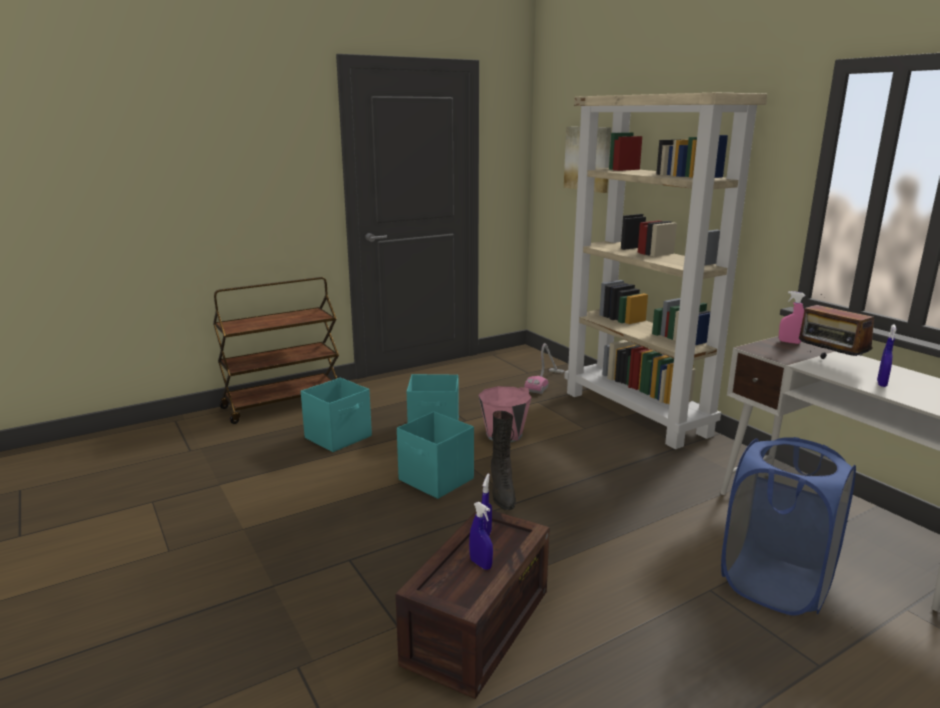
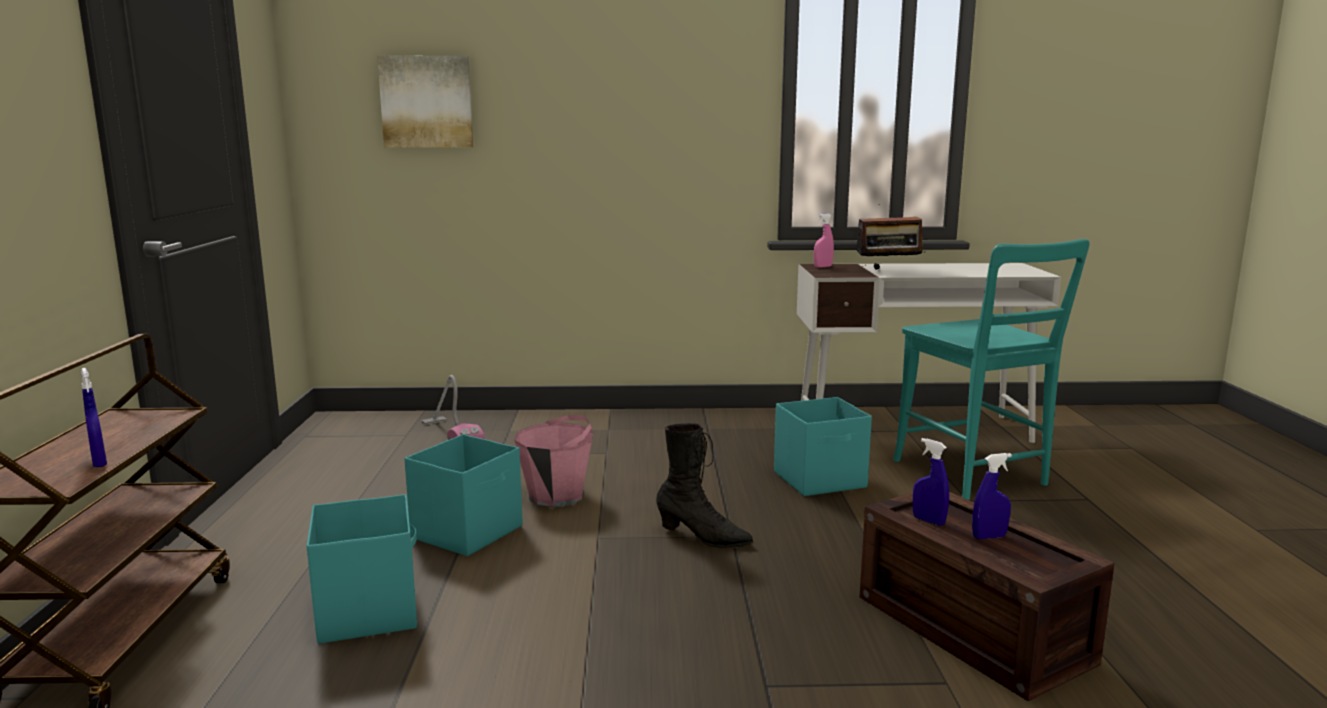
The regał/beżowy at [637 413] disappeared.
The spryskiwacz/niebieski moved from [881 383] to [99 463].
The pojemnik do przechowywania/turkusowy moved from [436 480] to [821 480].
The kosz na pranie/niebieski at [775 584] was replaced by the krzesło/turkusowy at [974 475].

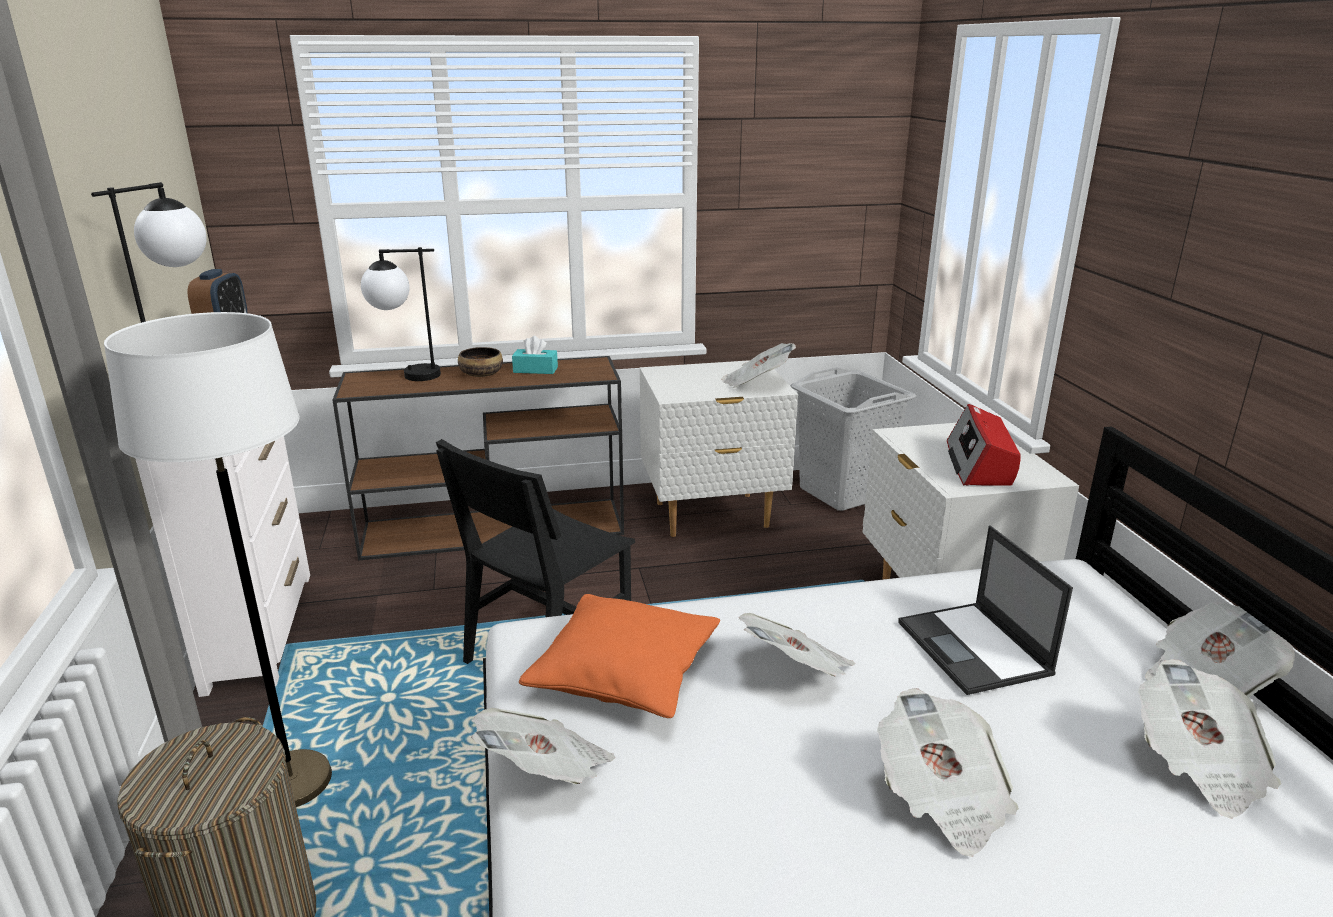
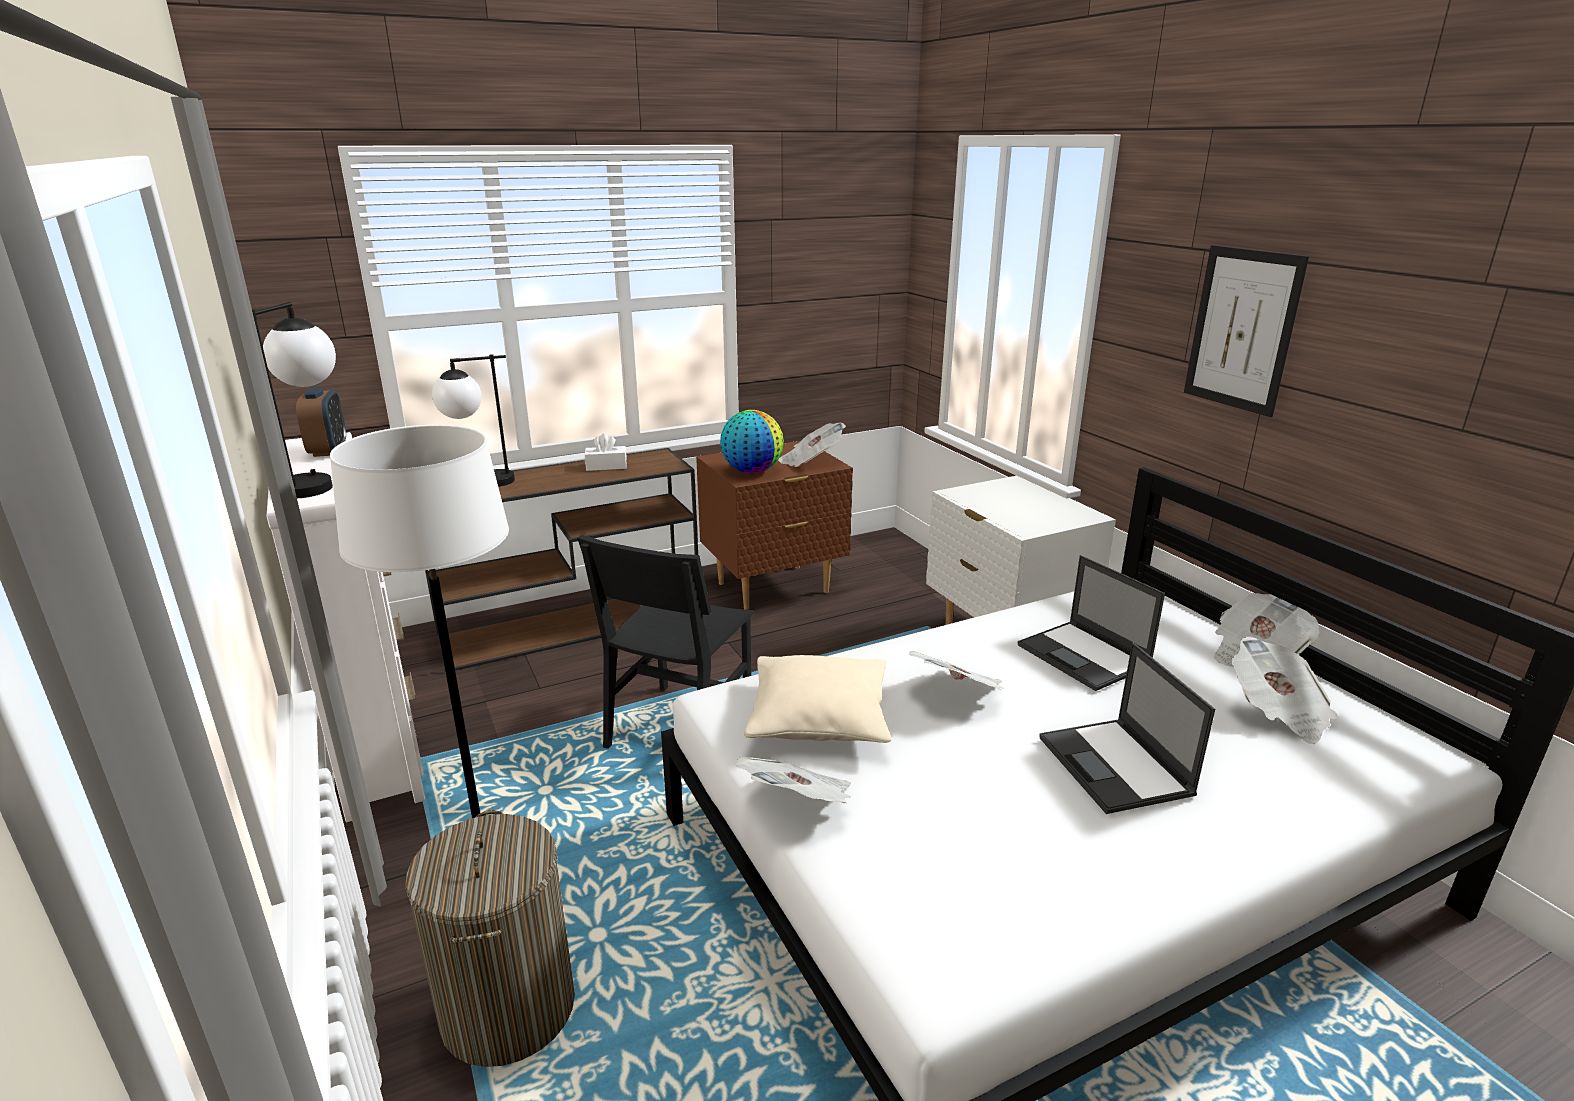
The pudełko chusteczek/turkusowy at [535 370] became the pudełko chusteczek/biały at [606 466].
The miska at [481 374] disappeared.
The szafka nocna/biały at [712 515] became the szafka nocna/brązowy at [774 588].
The kosz na pranie/szary at [843 493] disappeared.
The radio at [979 464] disappeared.
The poduszka/pomarańczowy at [624 674] became the poduszka/beżowy at [819 718].
The gazeta at [942 798] was replaced by the laptop at [1116 767].
The obraz at [1242 329] appeared.
The globus at [752 471] appeared.

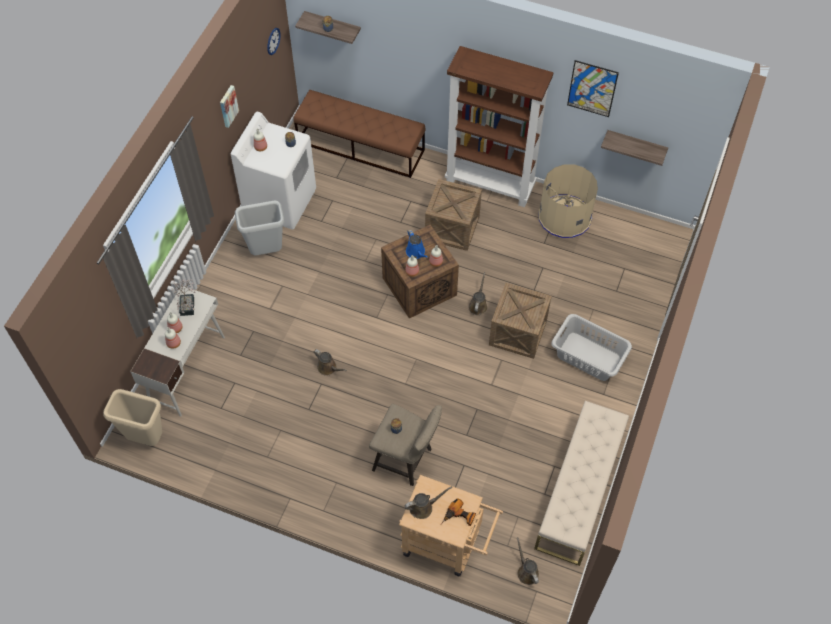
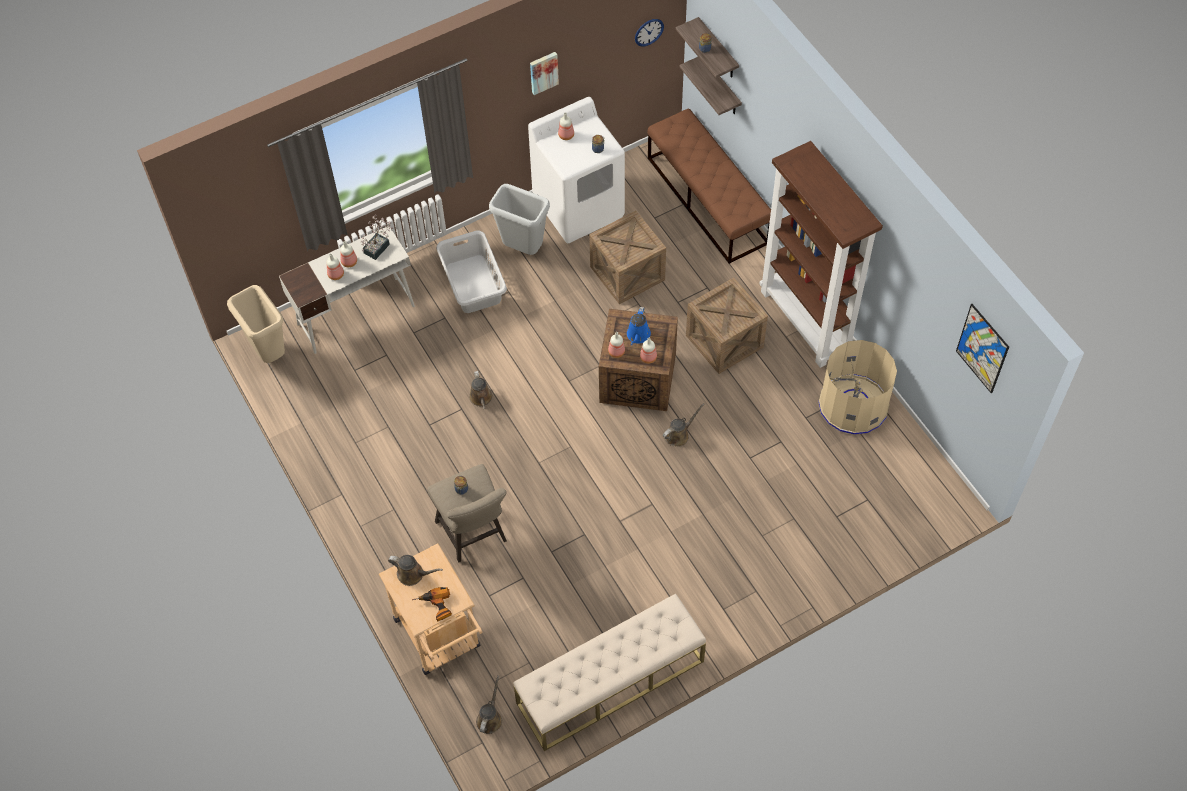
The obraz moved from [592 88] to [982 348].
The półka moved from [636 145] to [721 87].
The skrzynka moved from [518 332] to [627 273].
The kosz na pranie/szary moved from [588 356] to [473 283].

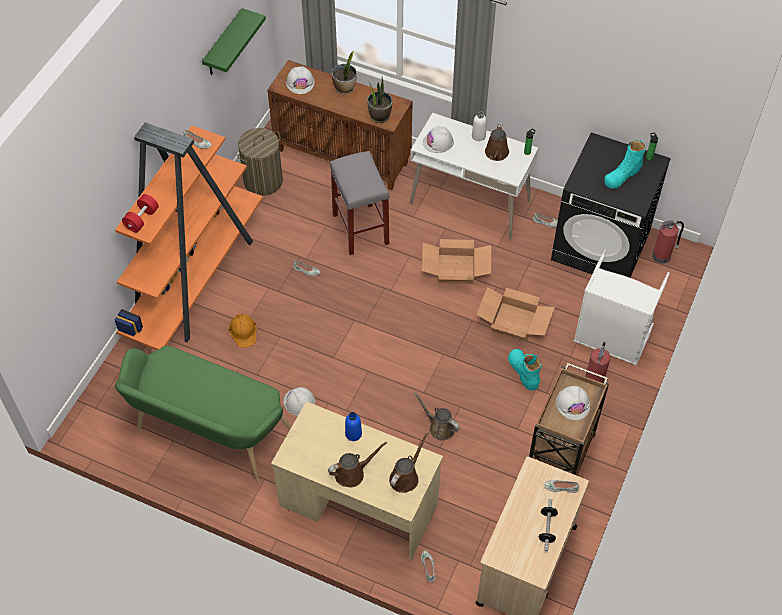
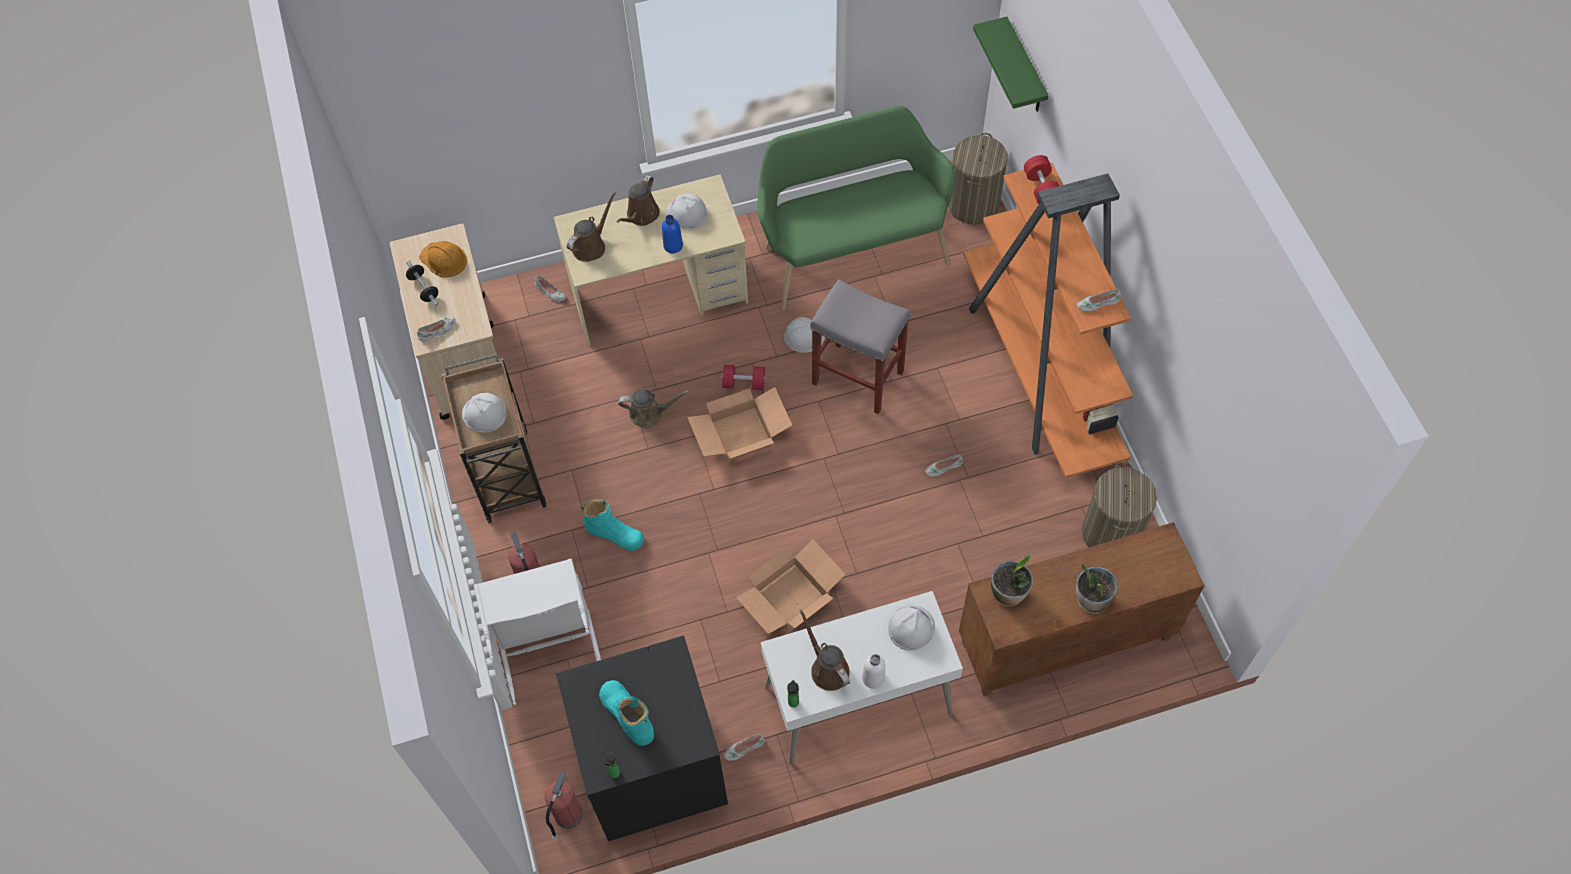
The półka/zielony moved from [223 44] to [1025 68].
The kask/biały moved from [300 82] to [686 213].
The but z cholewką/turkusowy at [623 175] turned 45 degrees counterclockwise.
The stołek/szary moved from [360 228] to [859 377].
The karton moved from [513 322] to [741 433].
The kask/pomarańczowy moved from [243 331] to [443 259].
The konewka/brązowy at [405 477] turned 135 degrees counterclockwise.
The kosz na pranie at [973 205] appeared.
The hantel/czerwony at [744 383] appeared.

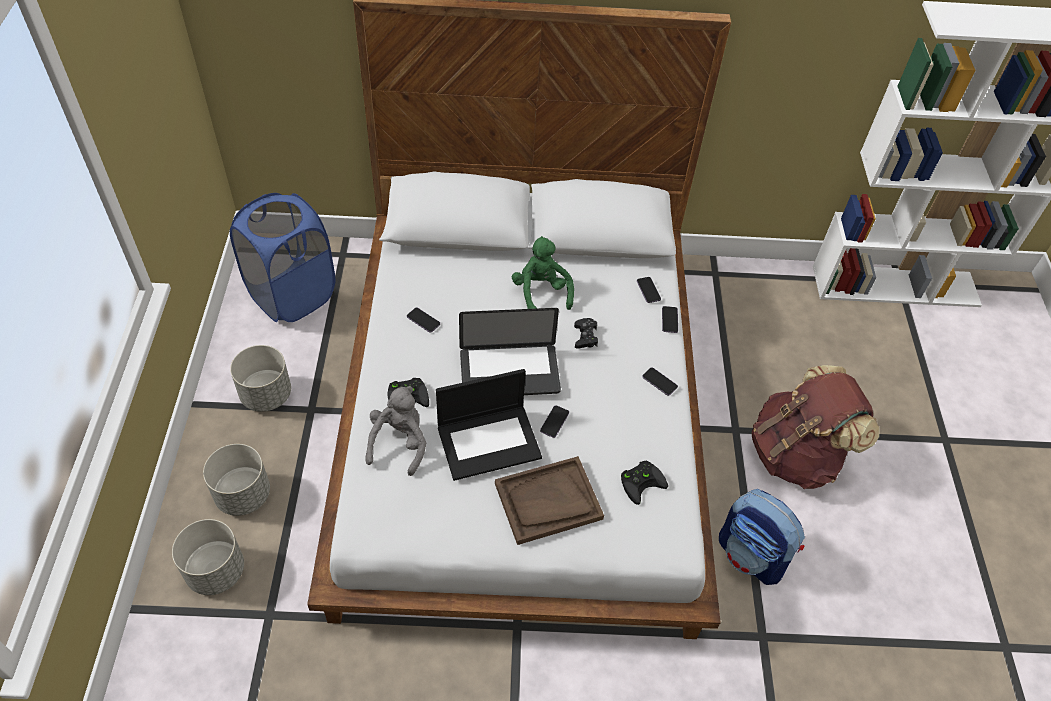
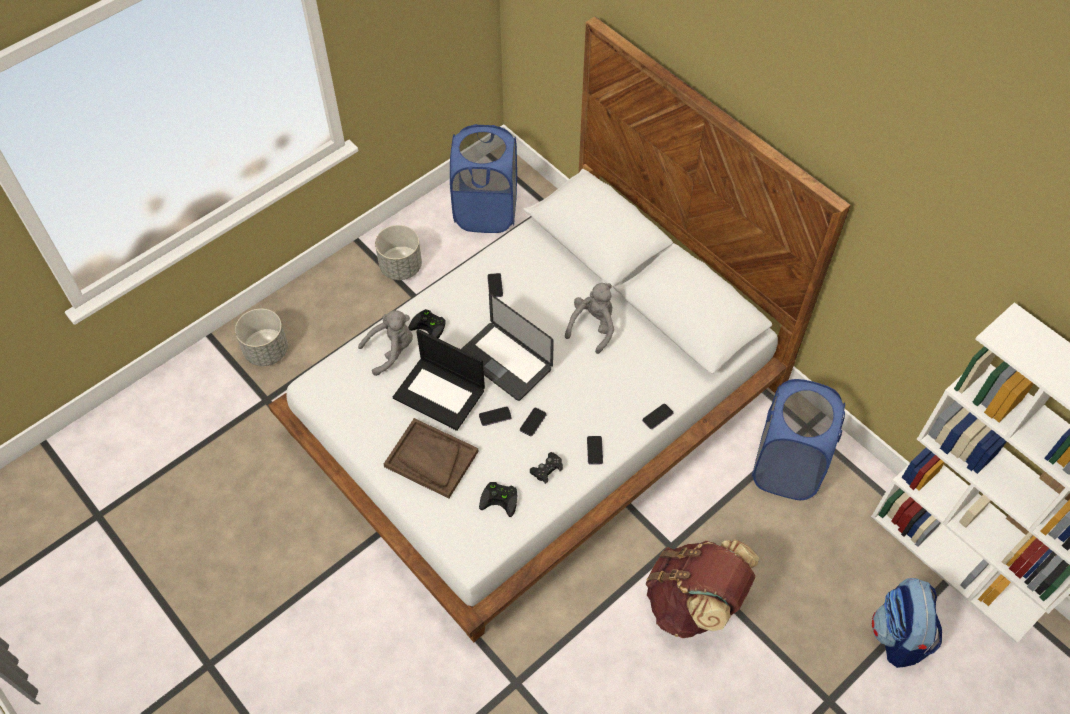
The pluszak/zielony at [541 292] became the pluszak/szary at [593 327].
The telefon moved from [648 290] to [533 422].
The pad do gier/czarny moved from [585 336] to [546 469].
The donica/szary at [243 495] disappeared.
The plecak moved from [752 556] to [898 636].
The kosz na pranie/niebieski at [786 466] appeared.

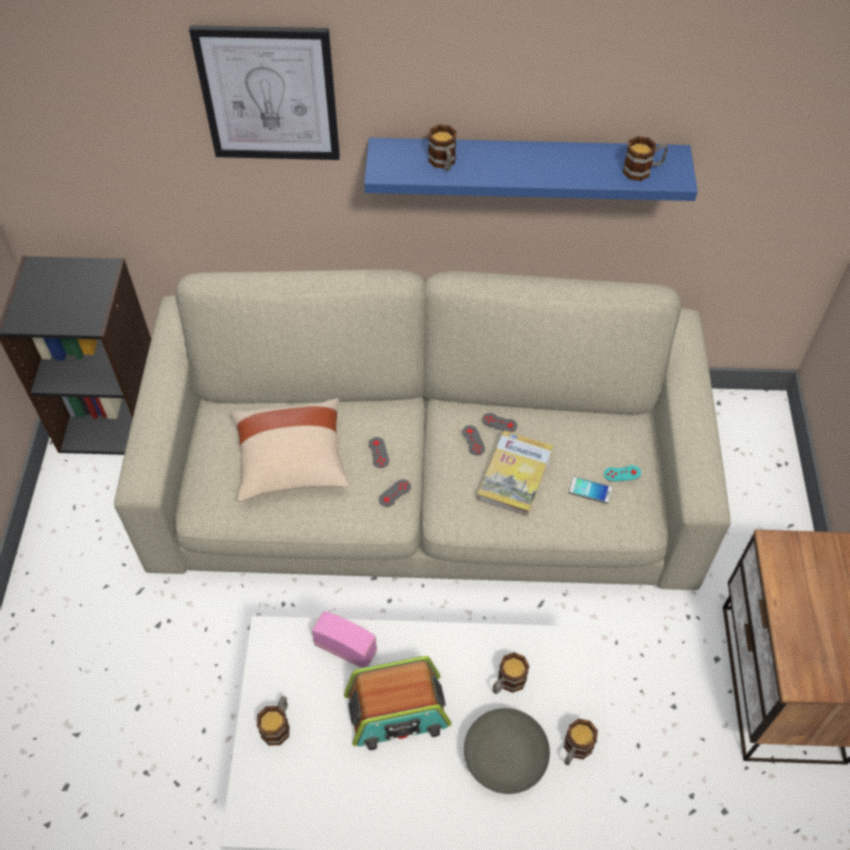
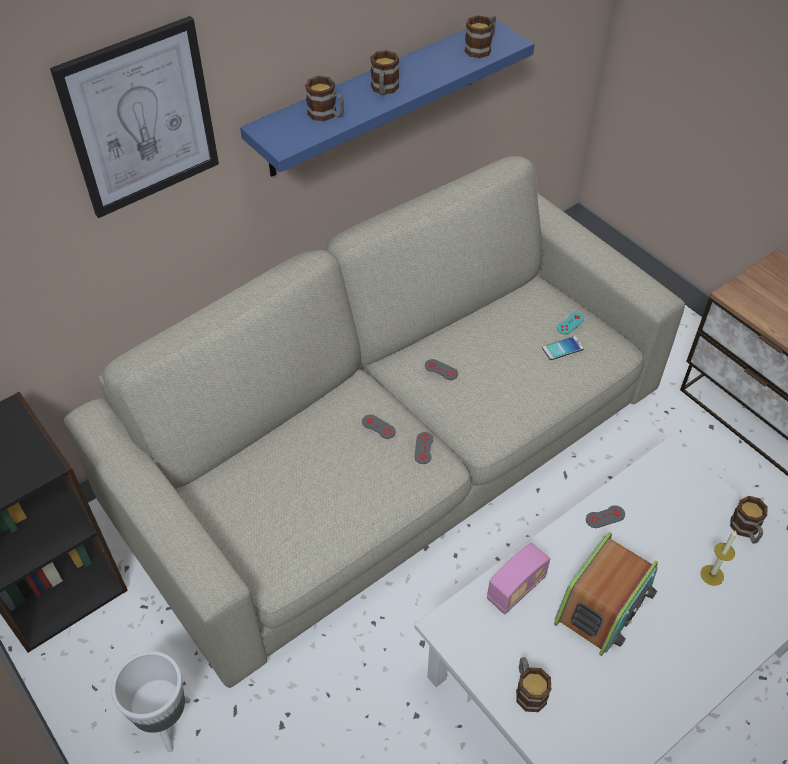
The poduszka/beżowy at [291 461] disappeared.
The pad do gier/szary moved from [499 422] to [605 517].
The książka at [515 475] disappeared.
The radio at [346 648] turned 150 degrees clockwise.
The kubek moved from [507 683] to [384 90].
The miska/szary at [506 760] was replaced by the świeca at [712 575].
The donica/biały at [165 722] appeared.

